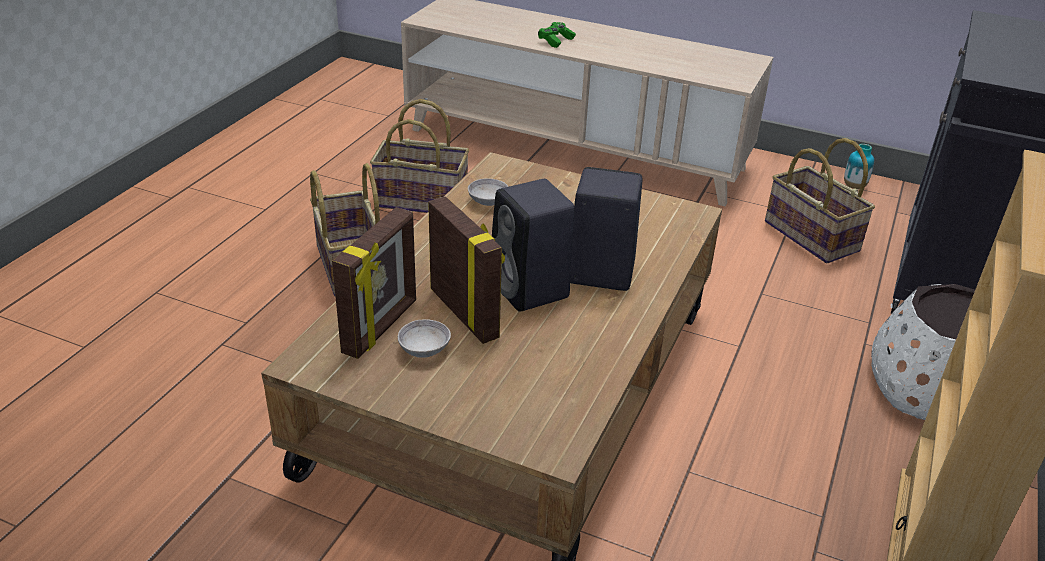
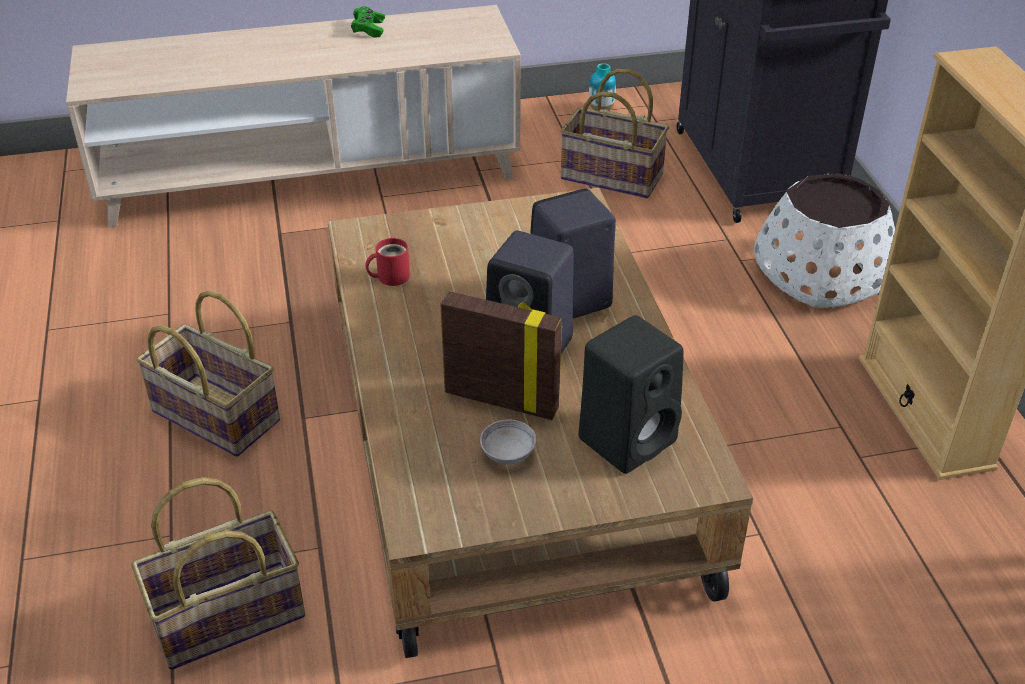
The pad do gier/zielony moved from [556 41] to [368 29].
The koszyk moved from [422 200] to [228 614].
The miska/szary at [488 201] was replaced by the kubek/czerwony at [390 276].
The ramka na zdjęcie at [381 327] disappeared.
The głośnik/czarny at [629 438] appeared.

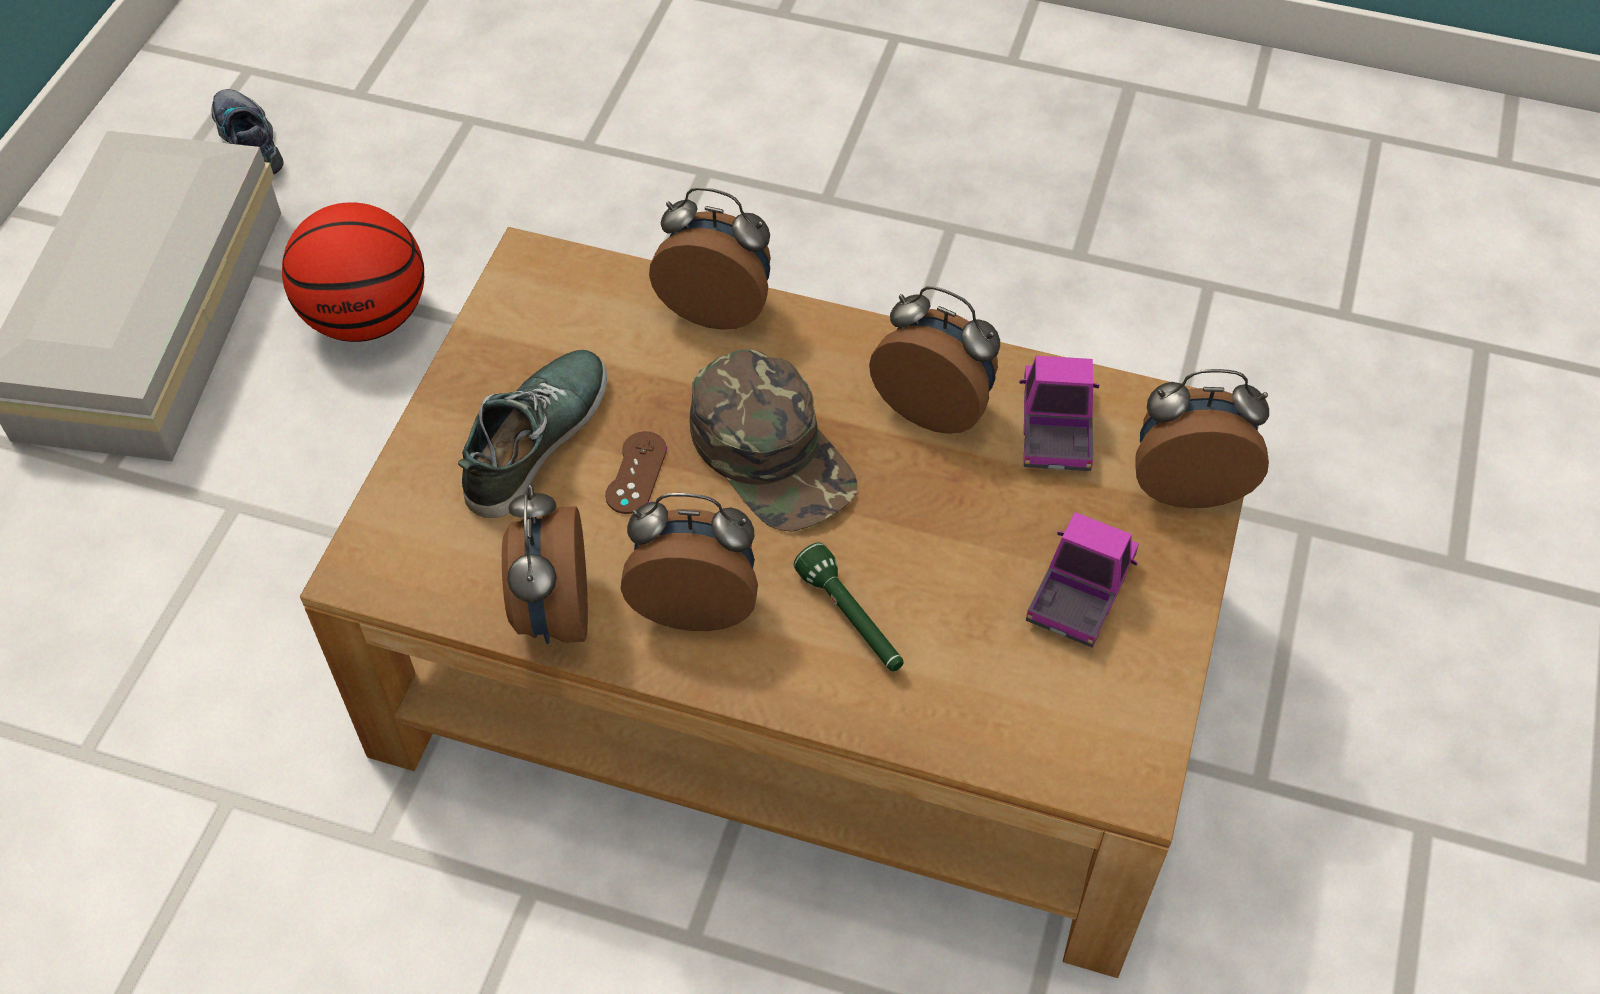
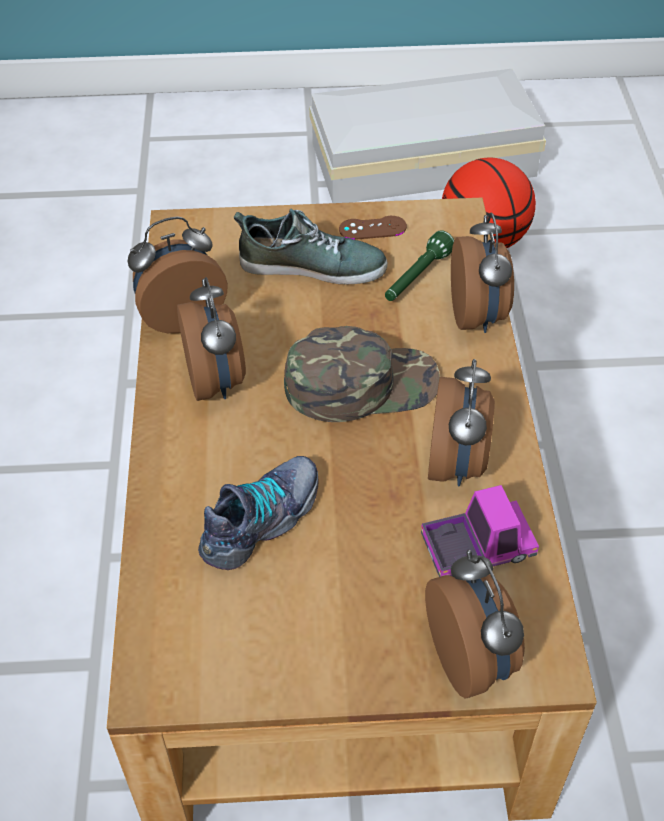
The but moved from [250 142] to [263 520].
The czapka z daszkiem/zielony at [773 453] turned 135 degrees counterclockwise.
The pad do gier/brązowy moved from [636 473] to [372 228].
The ciężarówka zabawkowa at [1080 592] disappeared.
The latarka/zielony moved from [851 620] to [416 278].

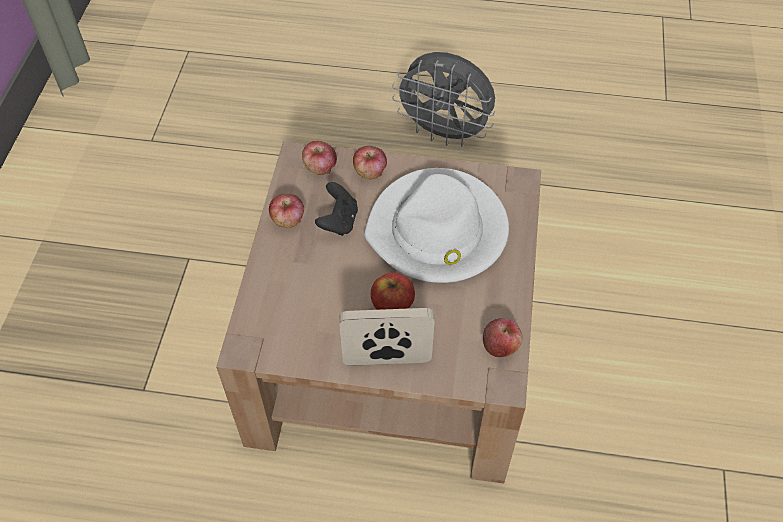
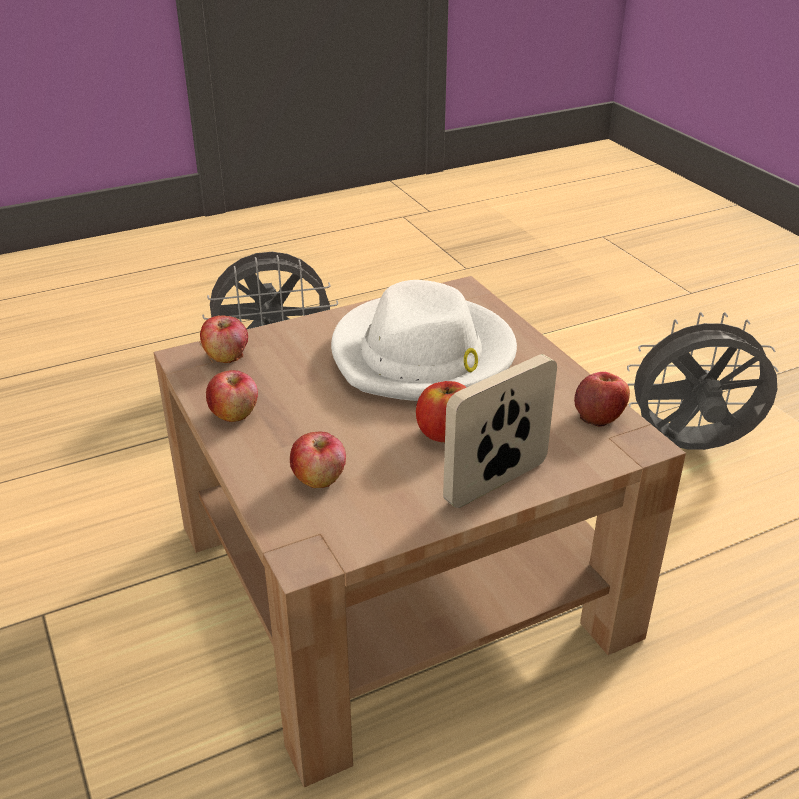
The jabłko moved from [370 172] to [319 478].
The pad do gier/czarny at [338 221] disappeared.
The wentylator/szary at [690 448] appeared.

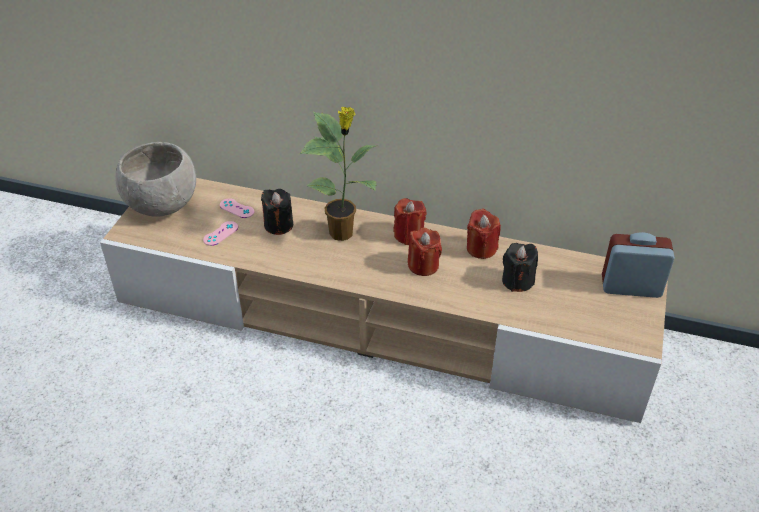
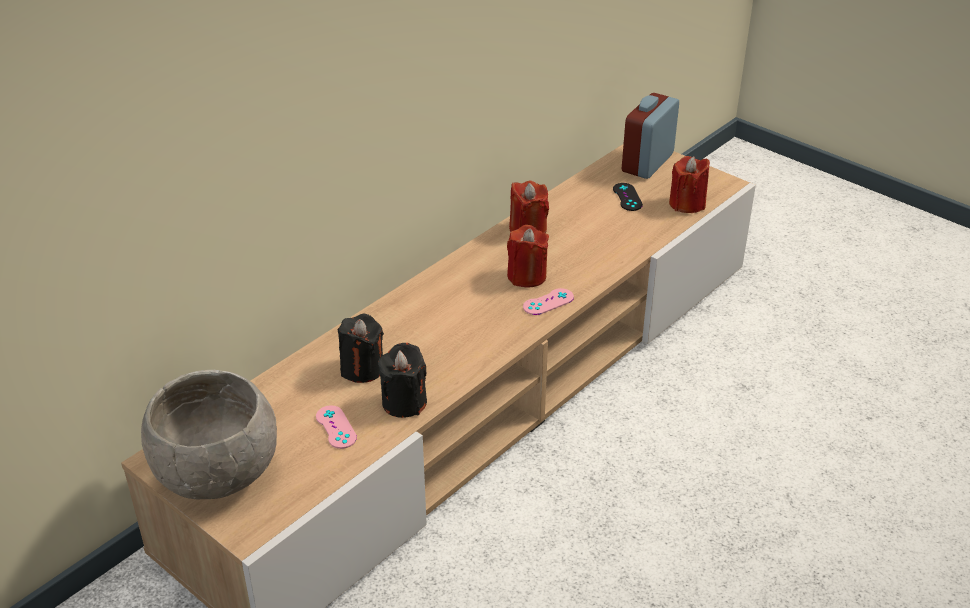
The roślina doniczkowa at [343 233] disappeared.
The pad do gier/różowy moved from [237 208] to [548 302].
The świeca/czerwony moved from [408 235] to [687 204].
The świeca/czarny moved from [517 281] to [404 402].
The pad do gier/czarny at [627 197] appeared.

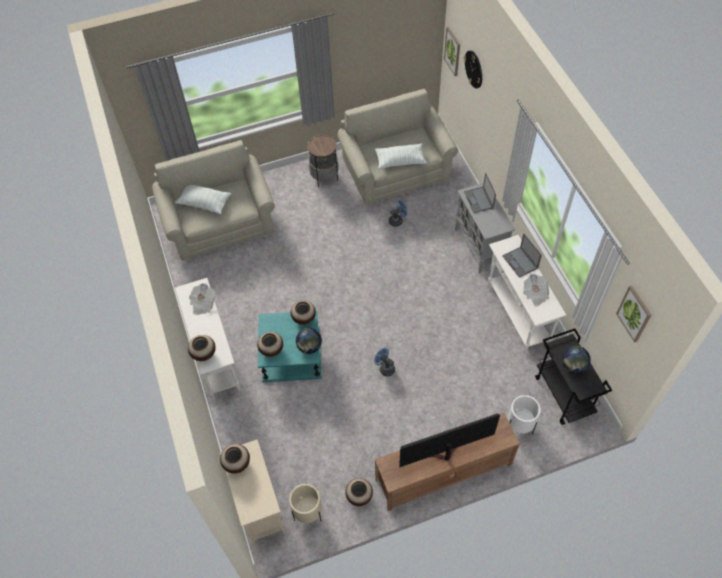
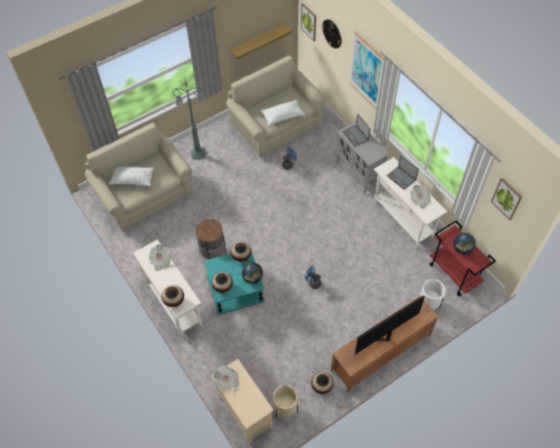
The stolik moved from [324 176] to [213 252].
The wózek/czarny at [564 395] became the wózek/czerwony at [454 274].
The wazon at [237 463] was replaced by the gazeta at [227 381].
The półka at [257 41] appeared.
The obraz at [366 71] appeared.
The lampa stojąca/zielony at [197 153] appeared.

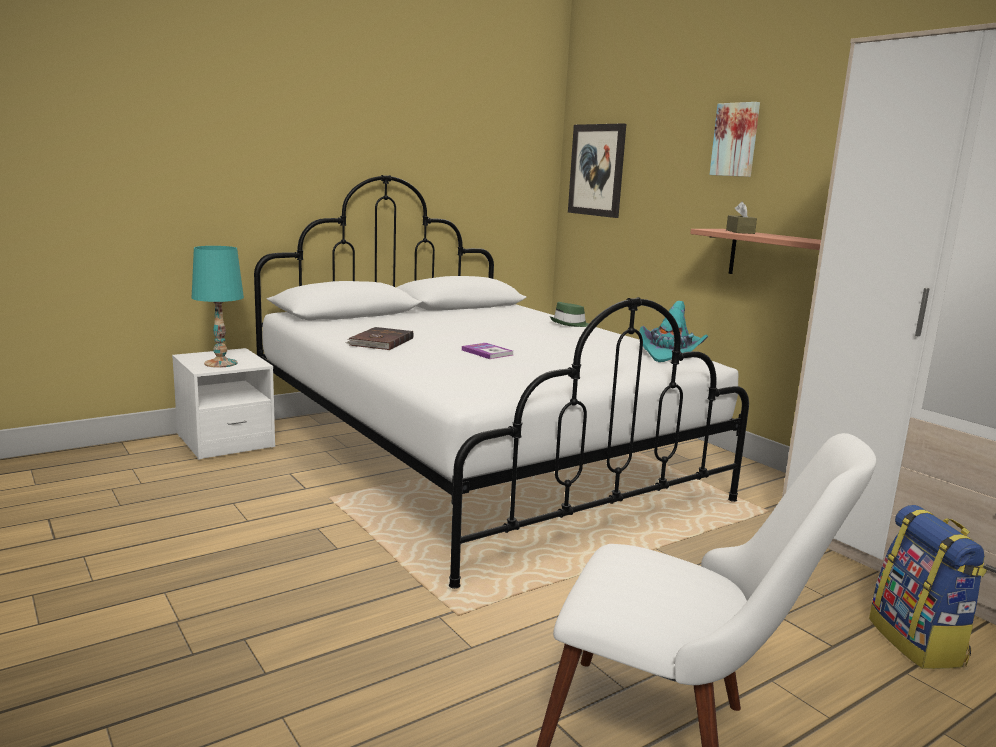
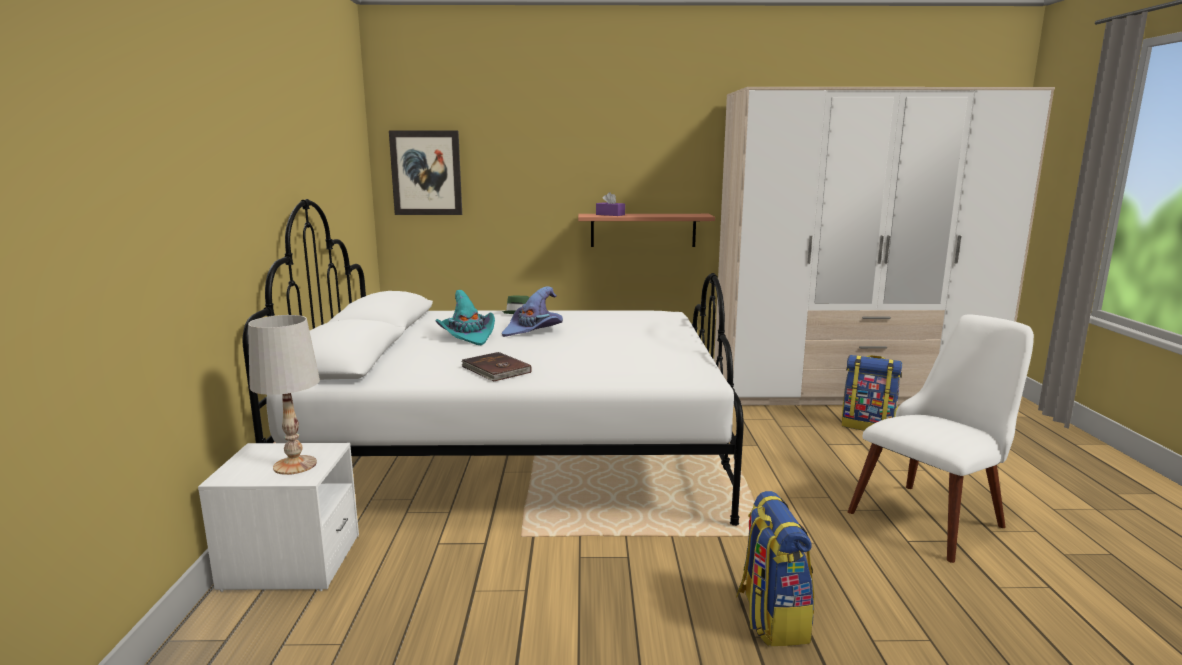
The obraz at [736 140] disappeared.
The pudełko chusteczek/brązowy at [740 232] became the pudełko chusteczek/fioletowy at [610 214].
The lampa stołowa/turkusowy at [221 363] became the lampa stołowa/biały at [295 465].
The kapelusz/turkusowy moved from [670 354] to [468 336].
The książka at [487 352] disappeared.
The kapelusz/fioletowy at [534 331] appeared.
The plecak at [771 618] appeared.

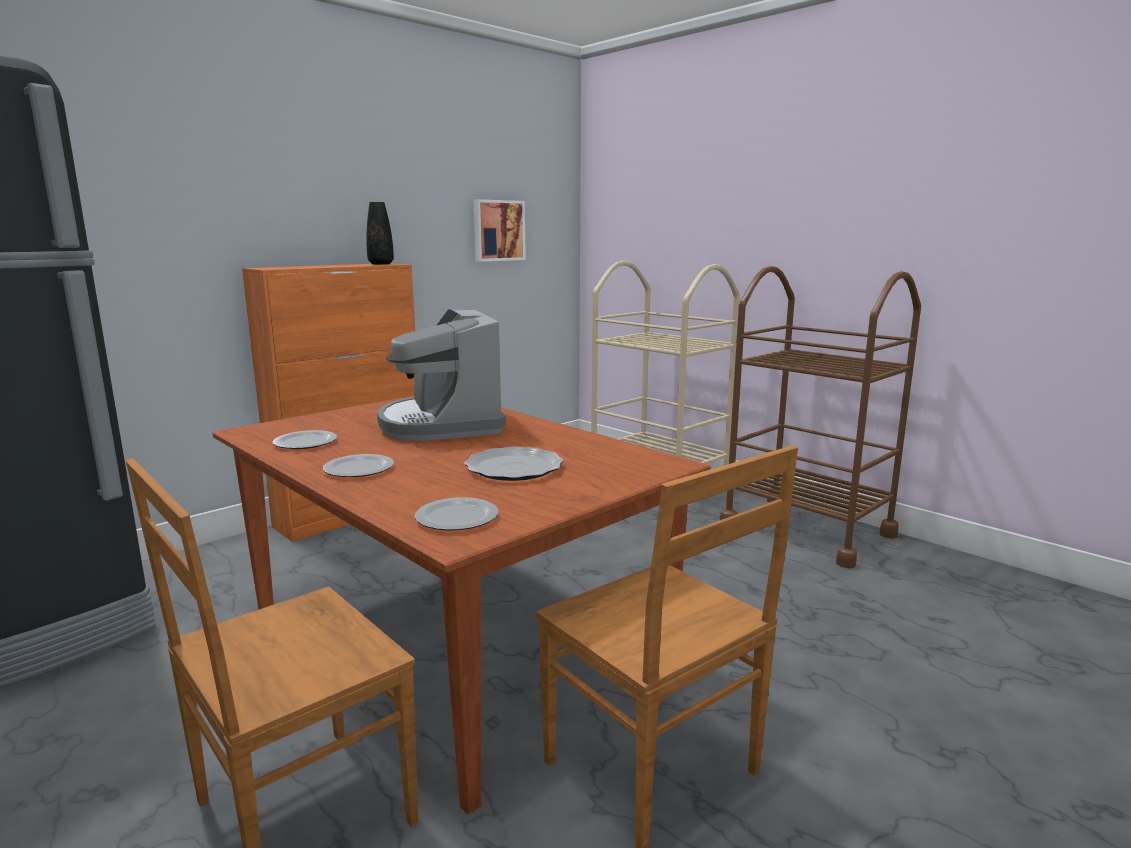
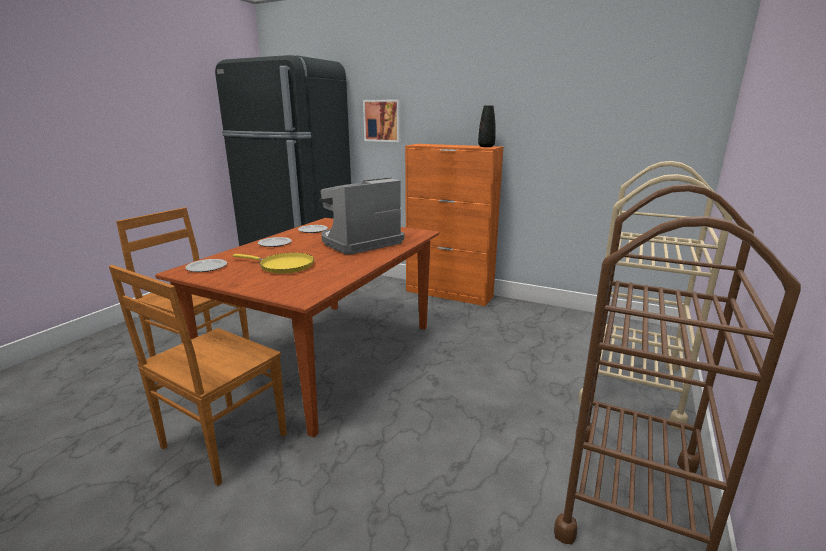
The obraz moved from [498 230] to [383 120].
The talerz at [515 468] was replaced by the patelnia/żółty at [283 266].

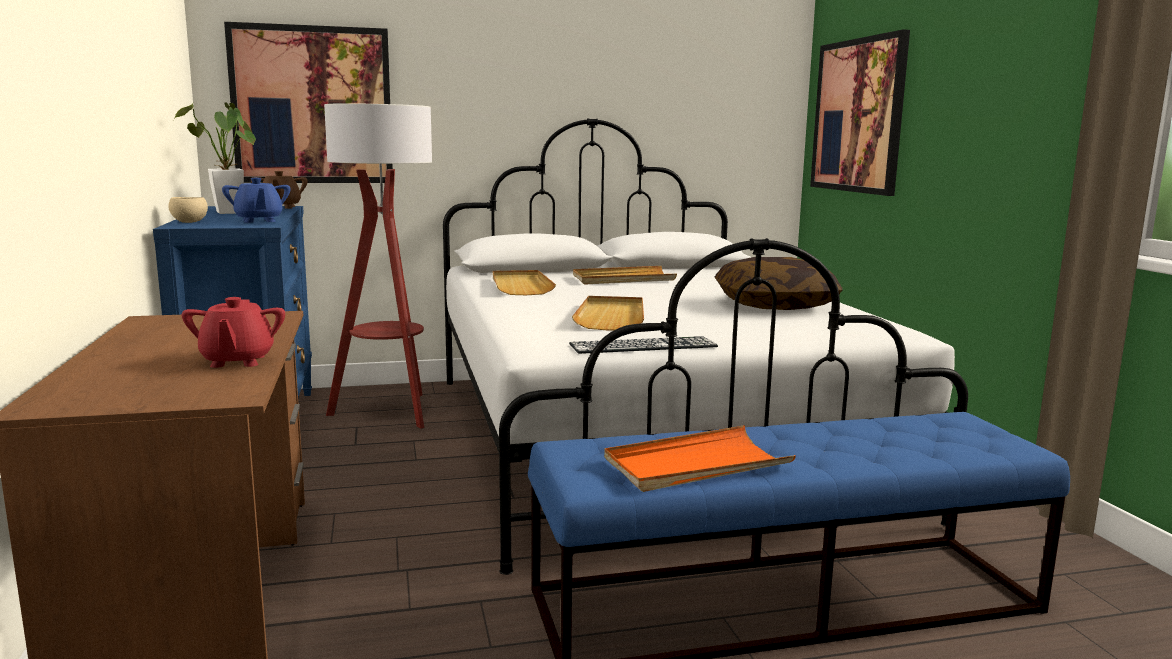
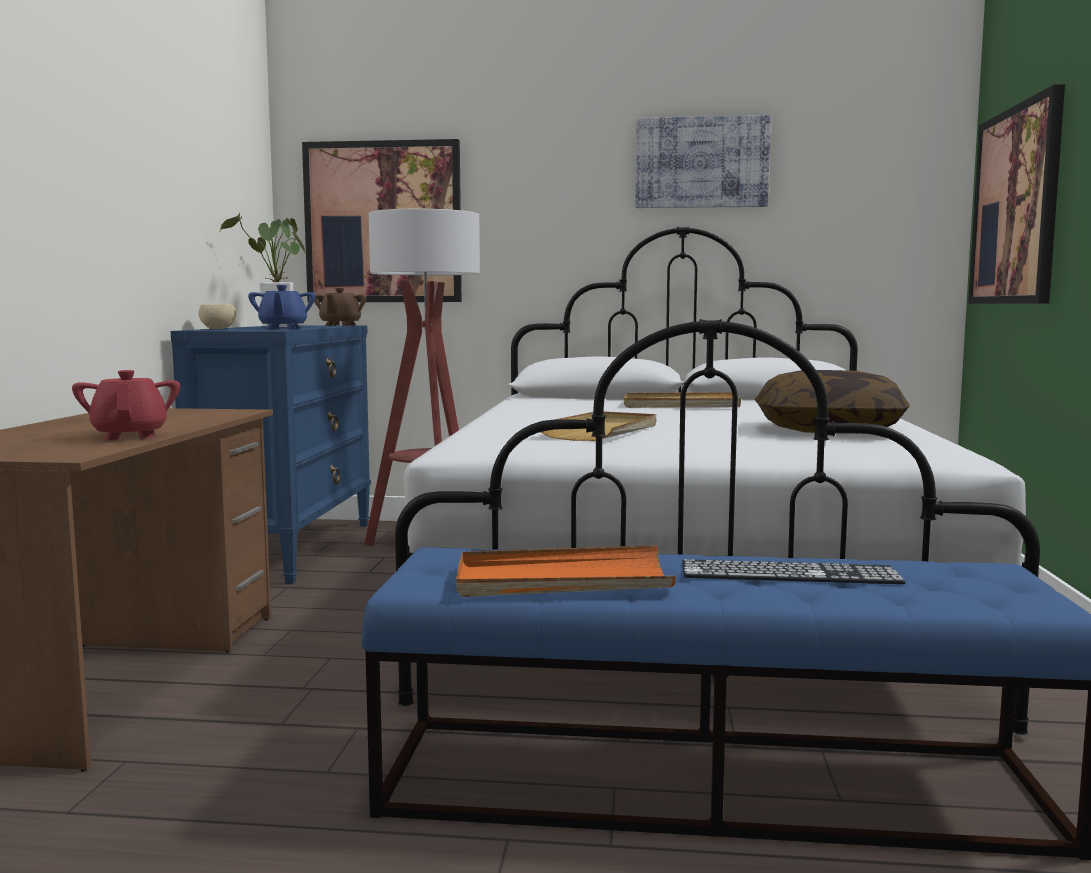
The taca/beżowy at [520 286] disappeared.
The imbryk/czerwony at [237 361] turned 150 degrees clockwise.
The klawiatura moved from [643 345] to [789 573].
The obraz at [701 162] appeared.

